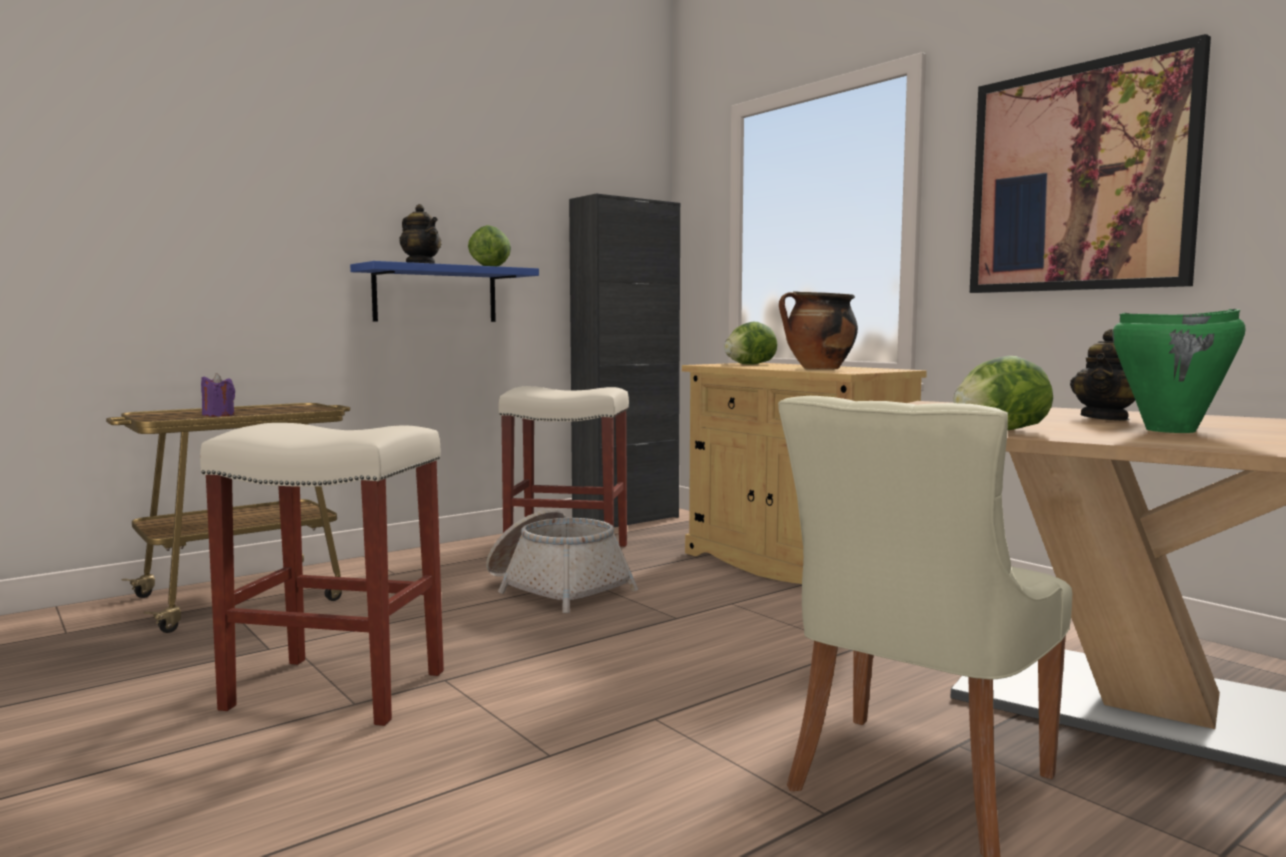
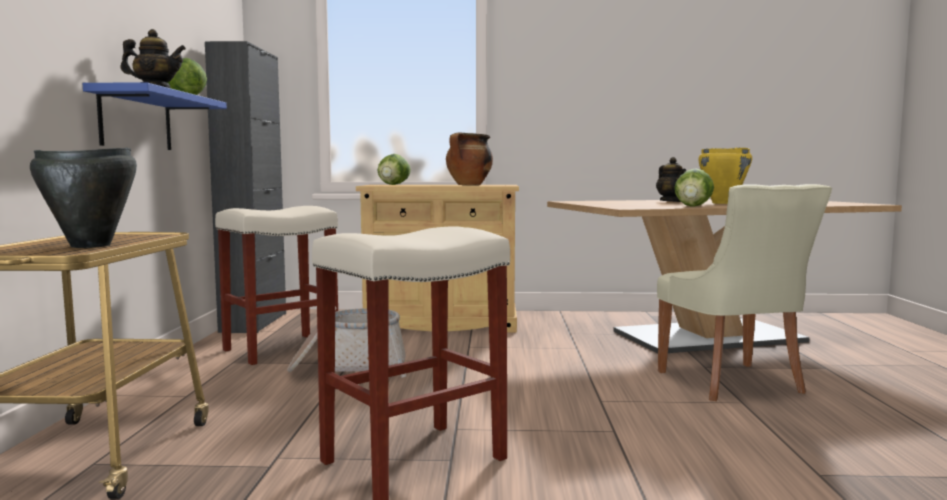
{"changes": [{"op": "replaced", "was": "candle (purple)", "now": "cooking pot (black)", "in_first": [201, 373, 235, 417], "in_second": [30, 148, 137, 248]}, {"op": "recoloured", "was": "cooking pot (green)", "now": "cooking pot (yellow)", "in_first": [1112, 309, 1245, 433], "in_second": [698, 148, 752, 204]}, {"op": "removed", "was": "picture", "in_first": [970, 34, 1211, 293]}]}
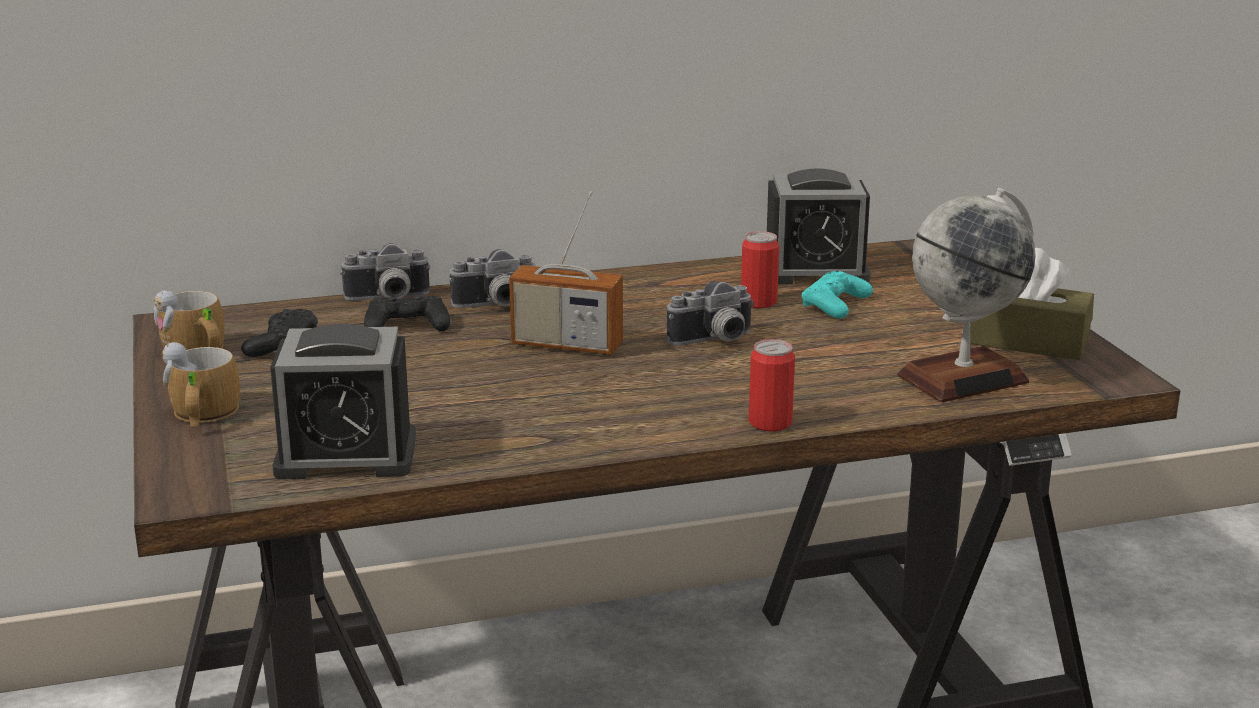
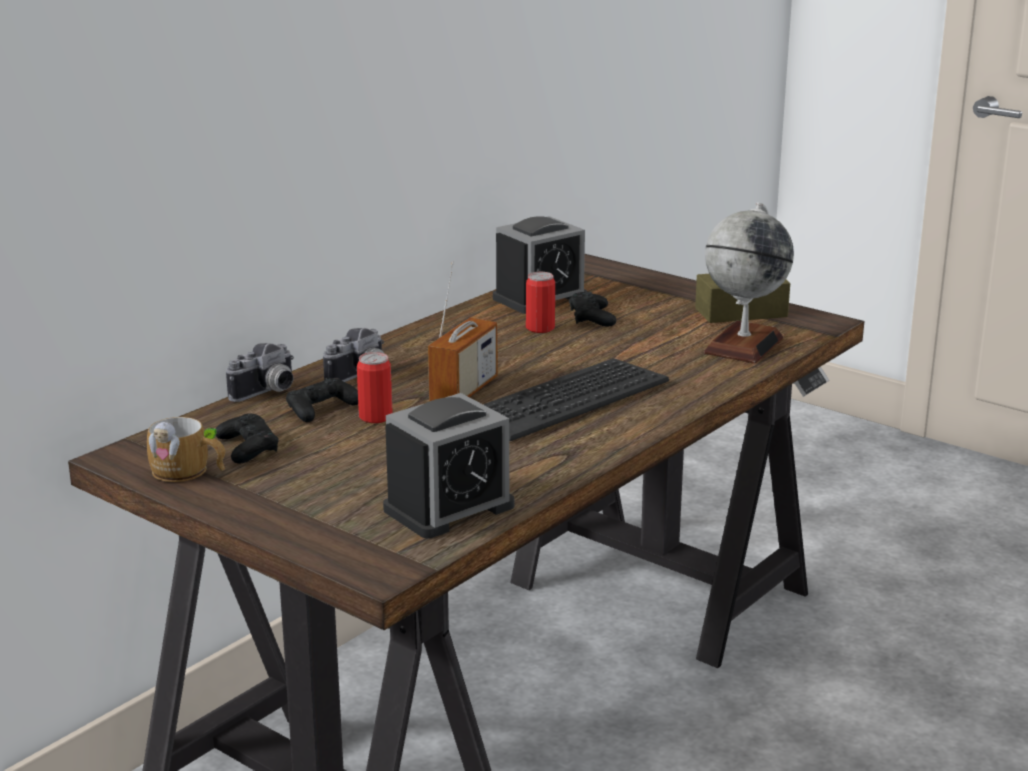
{"changes": [{"op": "moved", "was": "can", "in_first": [749, 339, 795, 432], "in_second": [357, 352, 393, 423]}, {"op": "turned", "was": "radio", "in_first": [509, 191, 623, 355], "in_second": [428, 261, 498, 401], "clockwise": -45}, {"op": "added", "now": "keyboard", "in_second": [483, 358, 669, 441]}, {"op": "recoloured", "was": "game controller (turquoise)", "now": "game controller (black)", "in_first": [802, 271, 873, 319], "in_second": [569, 292, 616, 327]}, {"op": "removed", "was": "mug", "in_first": [162, 342, 240, 427]}, {"op": "removed", "was": "photo camera", "in_first": [667, 281, 755, 346]}]}
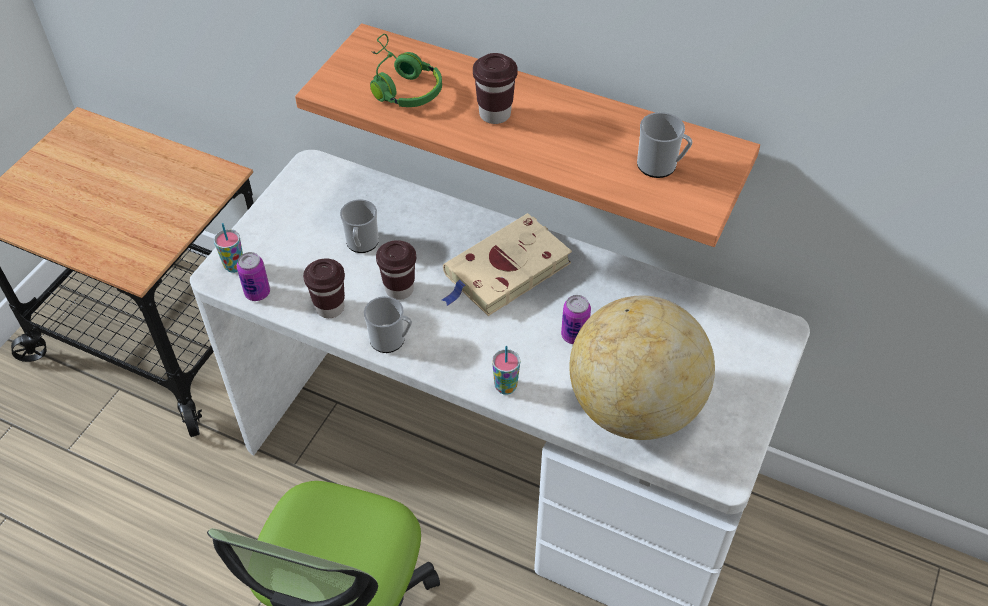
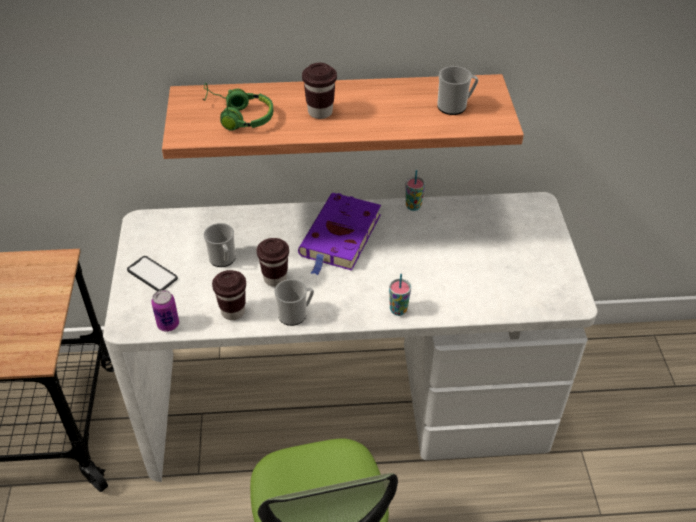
{"changes": [{"op": "added", "now": "phone", "in_second": [127, 256, 178, 291]}, {"op": "recoloured", "was": "book (beige)", "now": "book (purple)", "in_first": [442, 213, 572, 316], "in_second": [298, 193, 381, 276]}, {"op": "moved", "was": "cup", "in_first": [214, 223, 243, 273], "in_second": [406, 170, 425, 211]}, {"op": "removed", "was": "can", "in_first": [561, 295, 591, 344]}, {"op": "removed", "was": "globe", "in_first": [569, 295, 715, 440]}]}
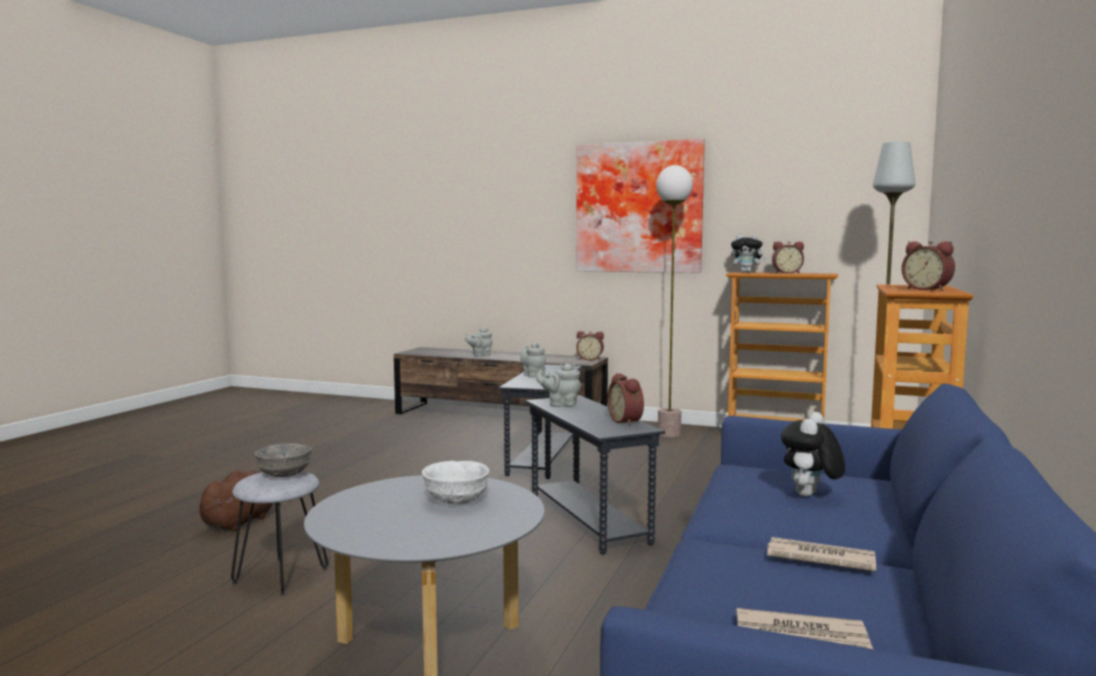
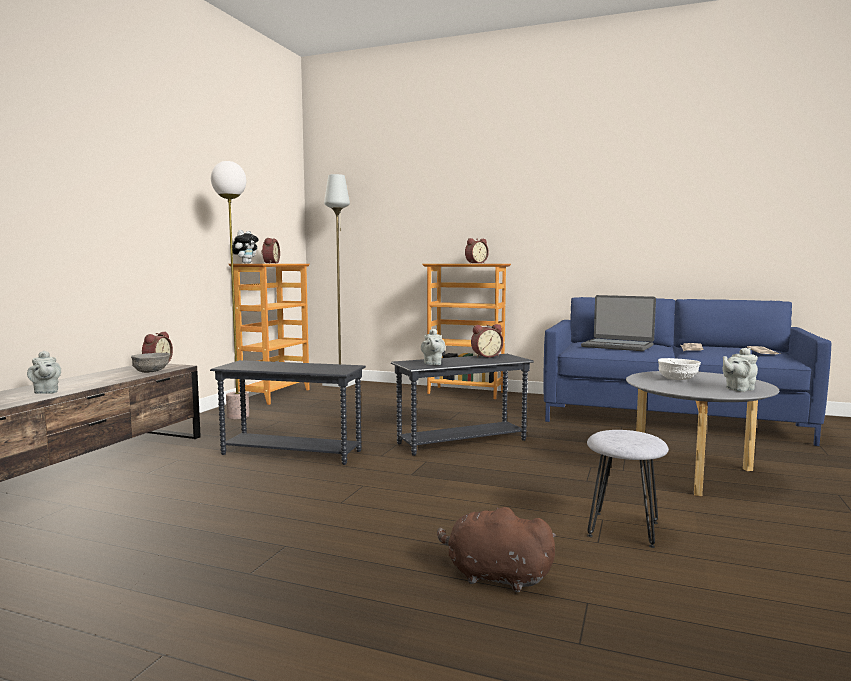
{"changes": [{"op": "moved", "was": "bowl (grey)", "in_first": [254, 443, 312, 477], "in_second": [131, 353, 170, 373]}, {"op": "replaced", "was": "plush toy", "now": "laptop", "in_first": [781, 412, 845, 497], "in_second": [581, 295, 656, 351]}, {"op": "moved", "was": "teapot (grey)", "in_first": [520, 342, 546, 378], "in_second": [723, 348, 758, 392]}, {"op": "removed", "was": "picture", "in_first": [576, 139, 705, 273]}]}
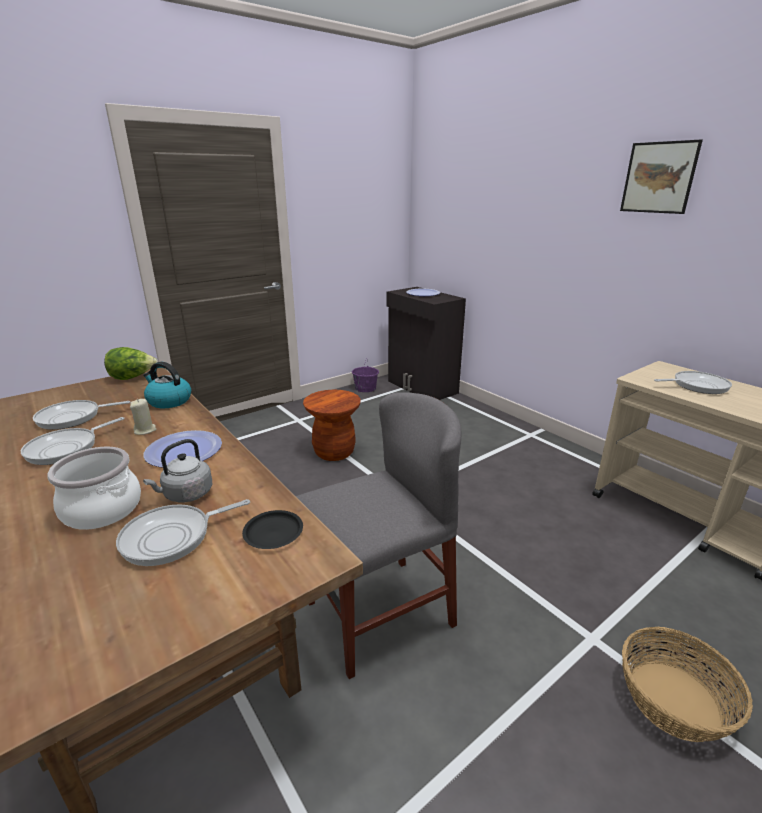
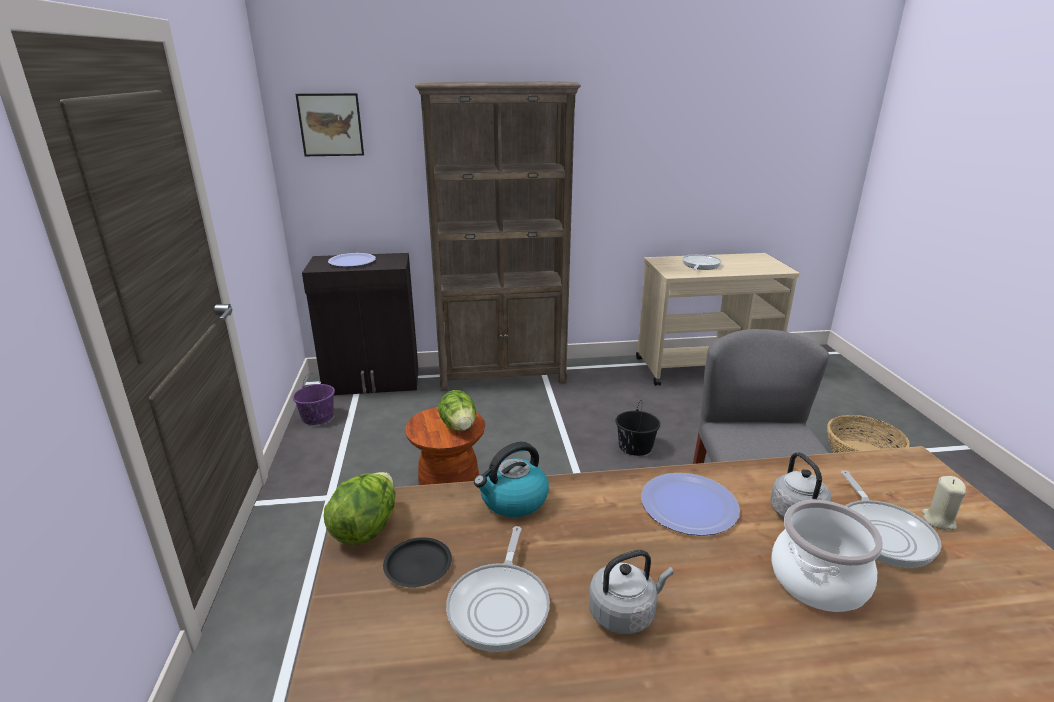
{"changes": [{"op": "moved", "was": "picture", "in_first": [620, 140, 703, 214], "in_second": [295, 93, 364, 156]}, {"op": "moved", "was": "plate (black)", "in_first": [242, 510, 303, 549], "in_second": [383, 537, 452, 587]}, {"op": "added", "now": "bookcase (brown)", "in_second": [415, 81, 581, 391]}, {"op": "added", "now": "lettuce", "in_second": [438, 390, 476, 431]}, {"op": "replaced", "was": "frying pan", "now": "kettle (grey)", "in_first": [21, 417, 124, 465], "in_second": [589, 550, 674, 634]}, {"op": "added", "now": "bucket (black)", "in_second": [616, 400, 660, 456]}, {"op": "moved", "was": "candle (beige)", "in_first": [130, 399, 157, 435], "in_second": [922, 476, 966, 530]}]}
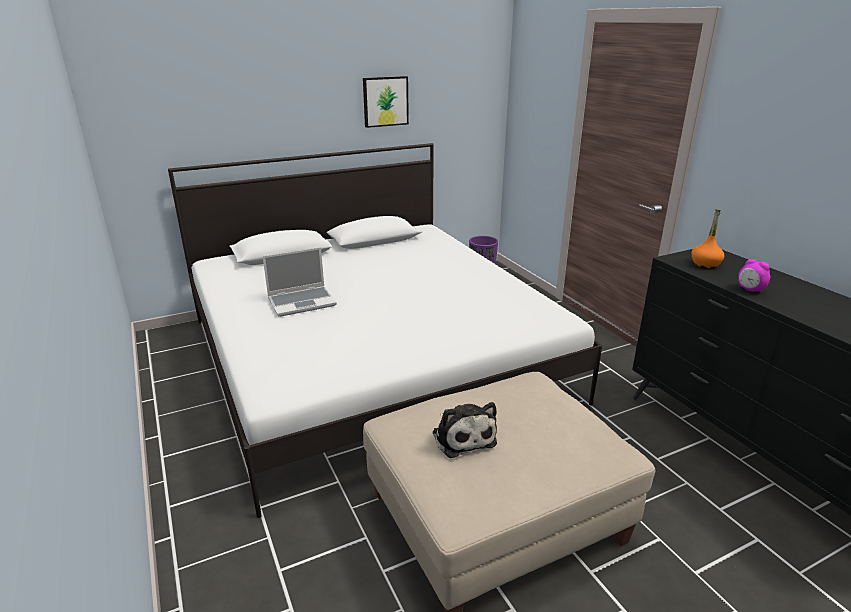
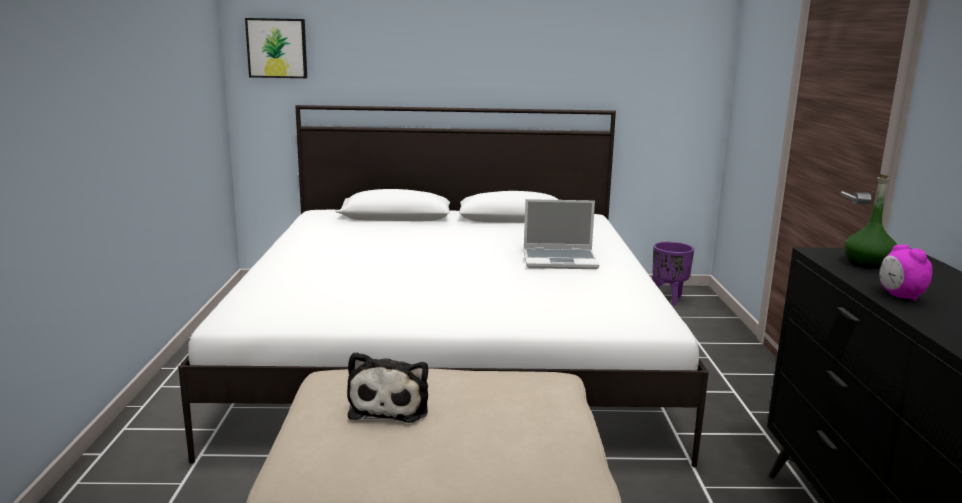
{"changes": [{"op": "moved", "was": "picture", "in_first": [363, 76, 409, 128], "in_second": [245, 18, 307, 78]}, {"op": "moved", "was": "laptop", "in_first": [263, 247, 337, 317], "in_second": [524, 199, 599, 269]}, {"op": "recoloured", "was": "bottle (orange)", "now": "bottle (green)", "in_first": [692, 209, 724, 269], "in_second": [845, 174, 897, 269]}]}
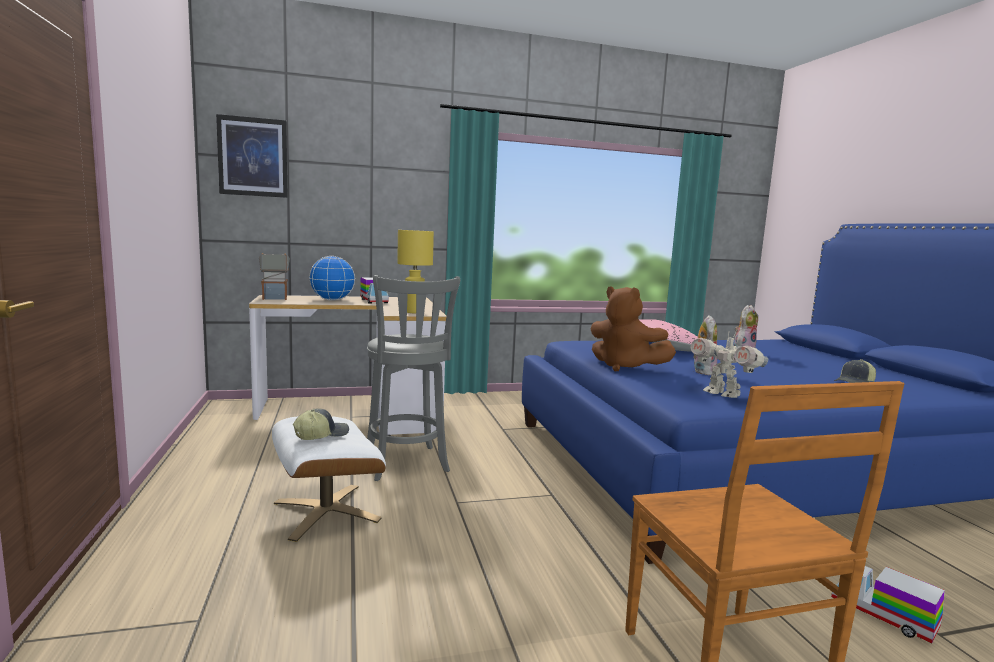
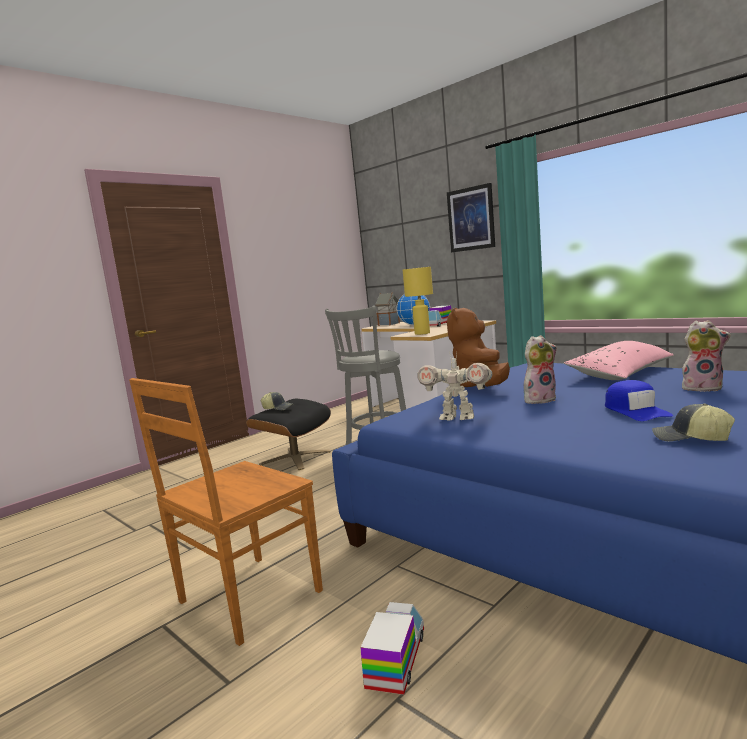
{"changes": [{"op": "recoloured", "was": "ottoman (white)", "now": "ottoman (black)", "in_first": [272, 416, 386, 542], "in_second": [246, 399, 331, 470]}, {"op": "turned", "was": "toy robot", "in_first": [690, 332, 768, 398], "in_second": [417, 351, 492, 421], "clockwise": -90}, {"op": "moved", "was": "picture", "in_first": [216, 114, 288, 198], "in_second": [447, 183, 495, 252]}, {"op": "added", "now": "cap (blue)", "in_second": [605, 380, 674, 421]}]}
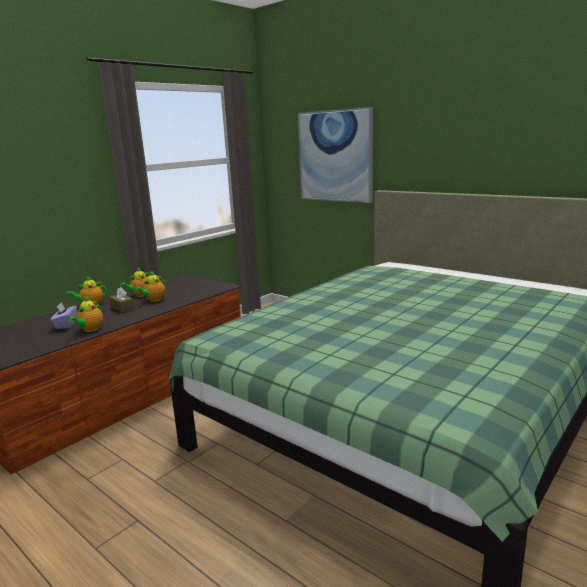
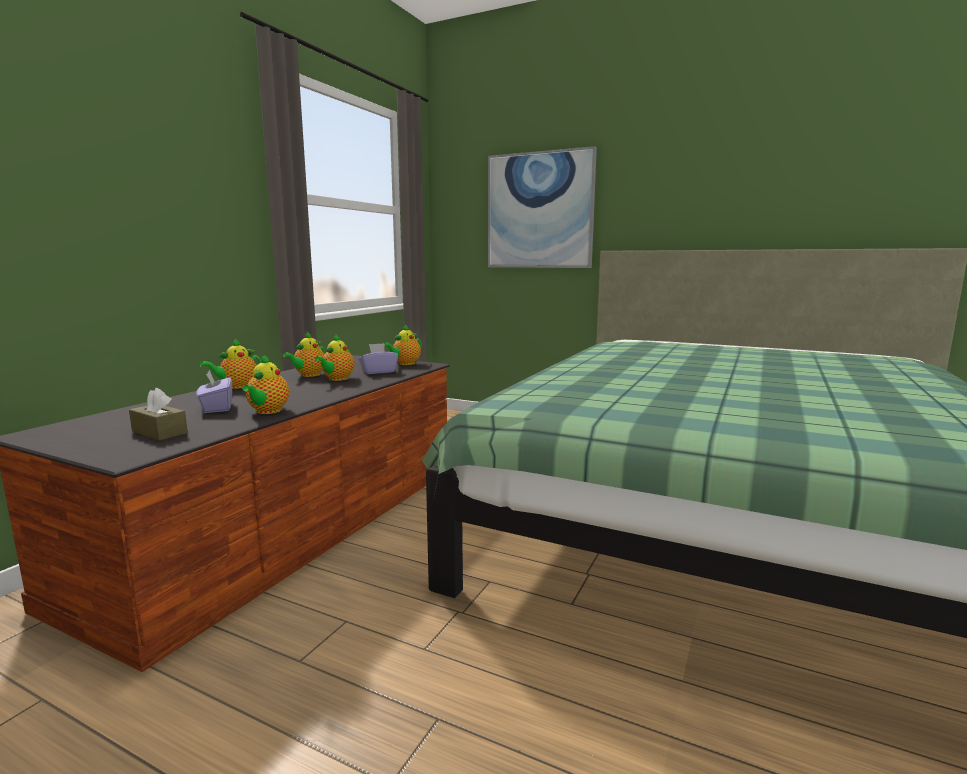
{"changes": [{"op": "moved", "was": "tissue box (brown)", "in_first": [110, 287, 134, 312], "in_second": [129, 388, 188, 441]}, {"op": "added", "now": "tissue box (purple)", "in_second": [358, 343, 398, 374]}, {"op": "added", "now": "teapot", "in_second": [385, 324, 422, 365]}]}
